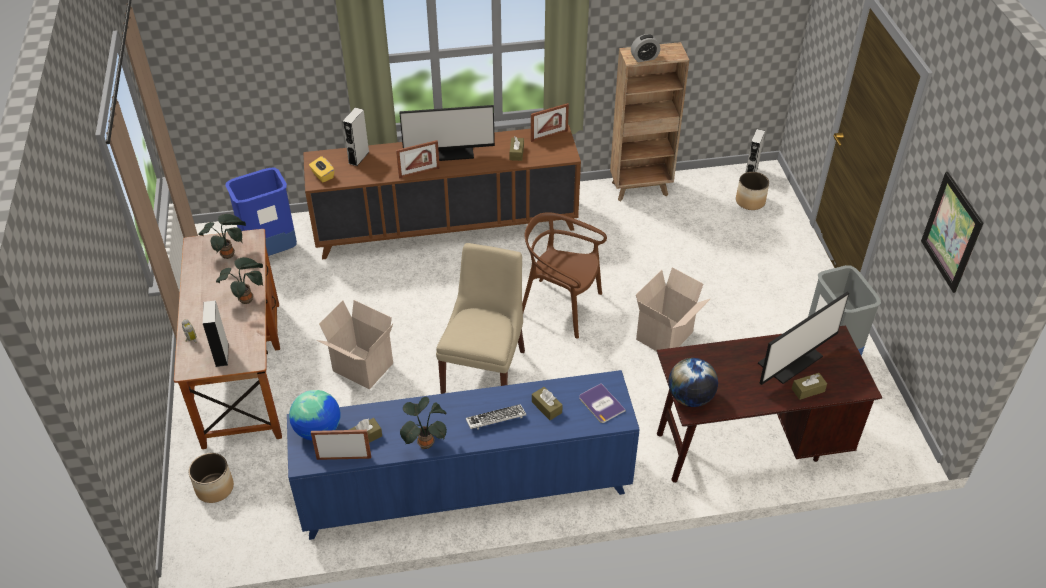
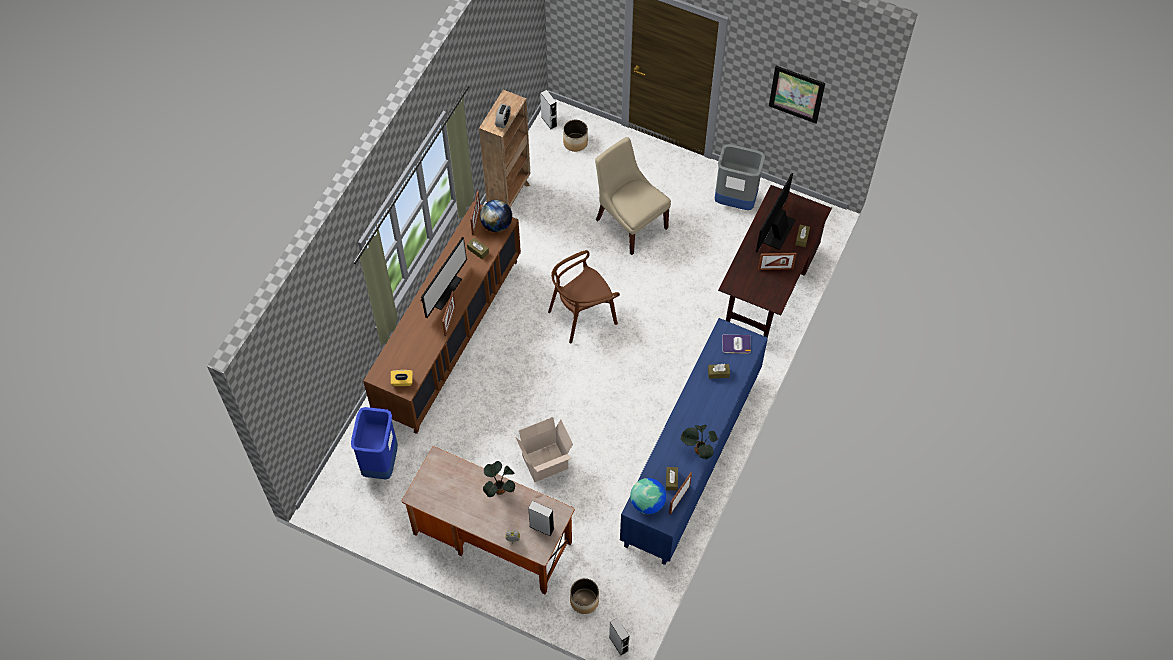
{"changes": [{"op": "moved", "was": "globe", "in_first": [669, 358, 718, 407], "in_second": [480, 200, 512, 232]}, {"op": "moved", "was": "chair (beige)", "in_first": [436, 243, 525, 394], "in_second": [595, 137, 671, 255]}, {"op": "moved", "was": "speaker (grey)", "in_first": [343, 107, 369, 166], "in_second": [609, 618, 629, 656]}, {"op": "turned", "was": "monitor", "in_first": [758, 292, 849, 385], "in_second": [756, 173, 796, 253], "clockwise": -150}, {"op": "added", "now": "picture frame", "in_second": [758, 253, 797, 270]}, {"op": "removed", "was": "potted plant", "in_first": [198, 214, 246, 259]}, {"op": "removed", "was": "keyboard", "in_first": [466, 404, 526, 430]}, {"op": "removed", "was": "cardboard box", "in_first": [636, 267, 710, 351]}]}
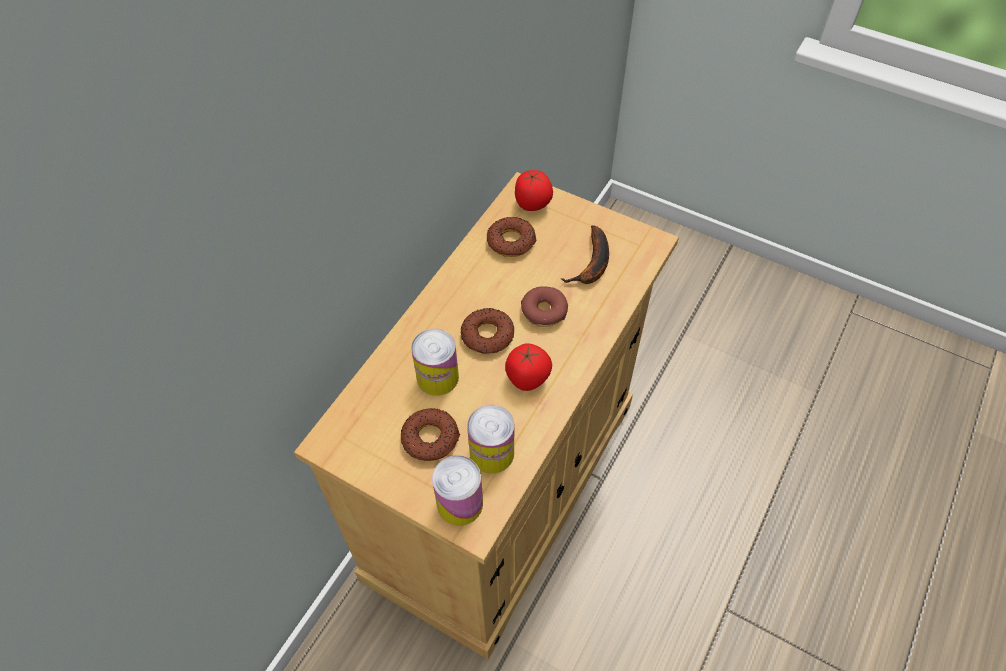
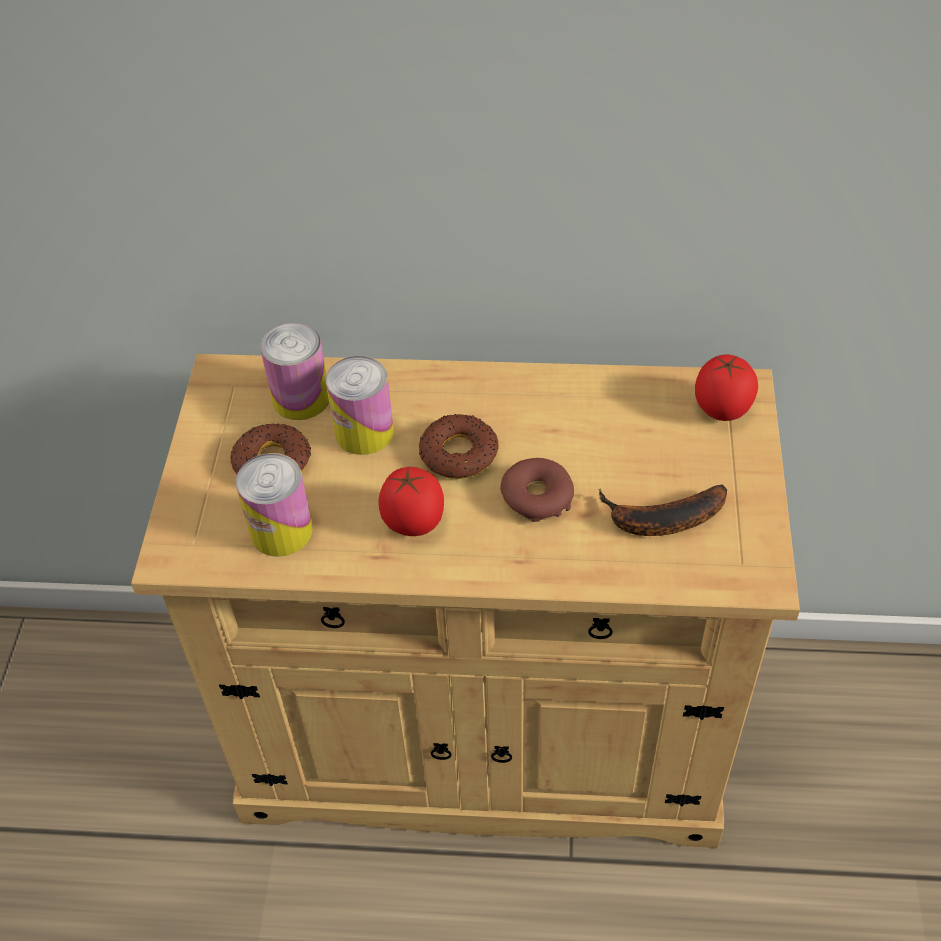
{"changes": [{"op": "moved", "was": "can", "in_first": [432, 455, 483, 526], "in_second": [260, 323, 329, 420]}, {"op": "removed", "was": "donut", "in_first": [487, 217, 537, 257]}]}
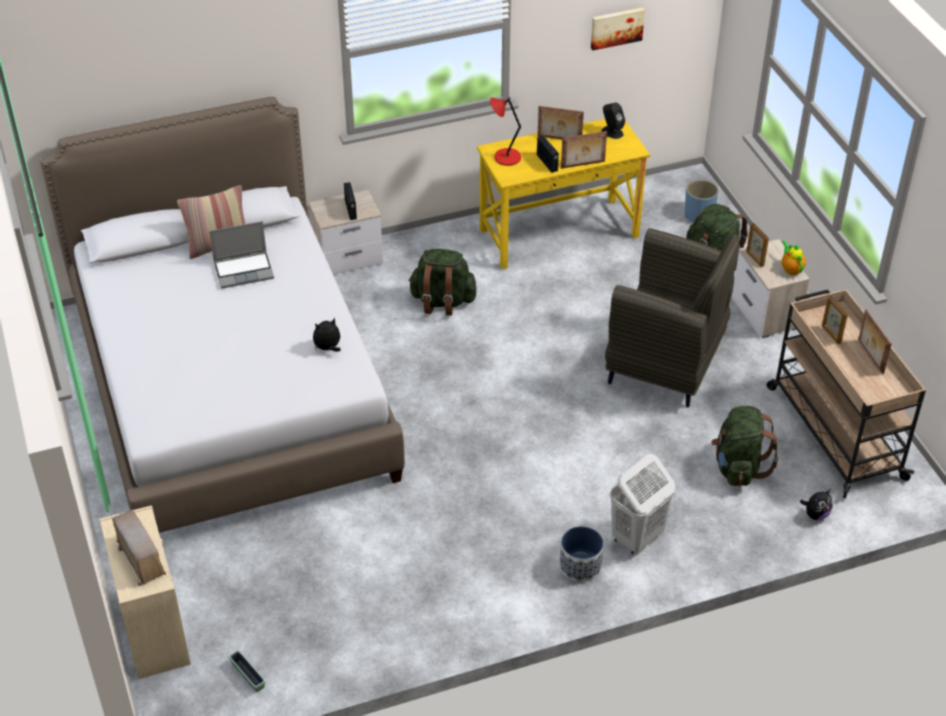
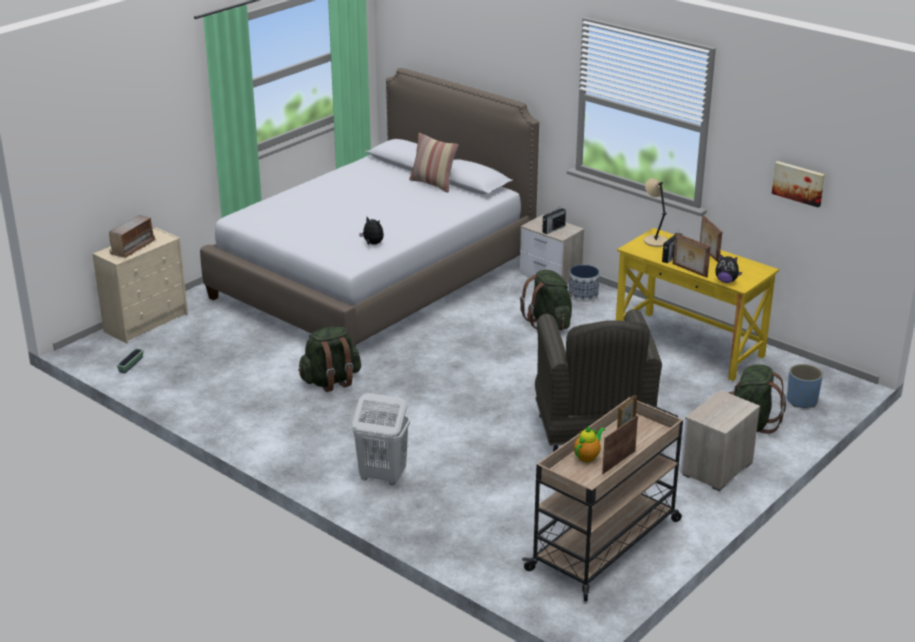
{"changes": [{"op": "moved", "was": "backpack (green)", "in_first": [711, 406, 779, 486], "in_second": [298, 326, 361, 392]}, {"op": "moved", "was": "planter", "in_first": [560, 526, 603, 582], "in_second": [569, 265, 600, 302]}, {"op": "moved", "was": "teapot", "in_first": [782, 241, 806, 275], "in_second": [574, 426, 605, 463]}, {"op": "recoloured", "was": "table lamp (red)", "now": "table lamp (beige)", "in_first": [490, 97, 521, 166], "in_second": [644, 178, 668, 247]}, {"op": "moved", "was": "plush toy", "in_first": [800, 489, 833, 520], "in_second": [715, 254, 742, 283]}, {"op": "removed", "was": "laptop", "in_first": [209, 221, 274, 288]}, {"op": "removed", "was": "speaker (black)", "in_first": [601, 103, 625, 139]}, {"op": "removed", "was": "picture frame", "in_first": [746, 223, 769, 267]}]}
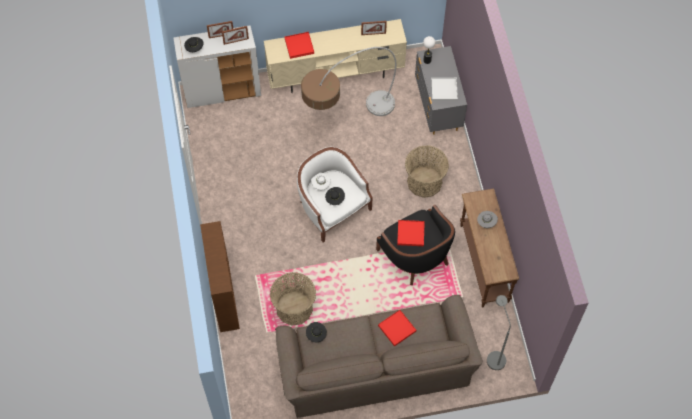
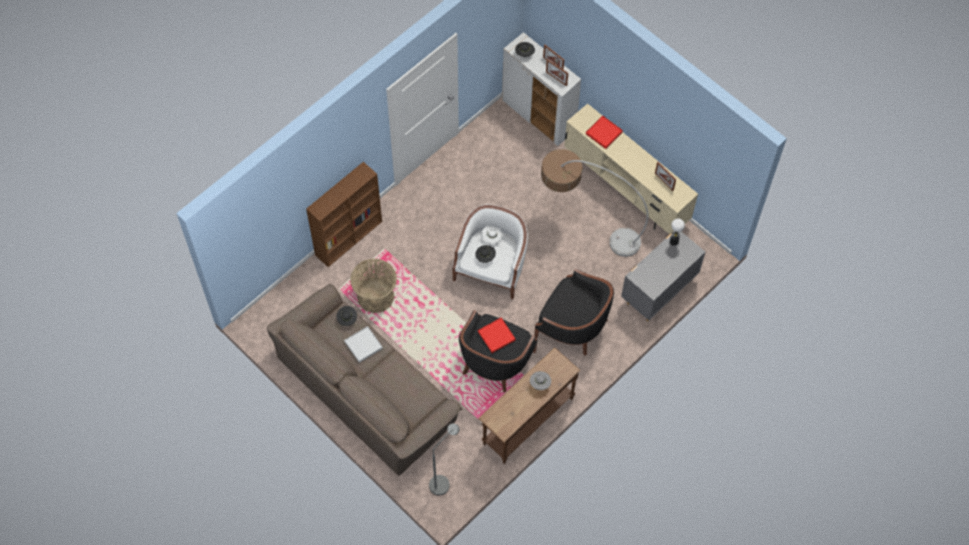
{"changes": [{"op": "moved", "was": "tray (white)", "in_first": [431, 78, 458, 101], "in_second": [344, 326, 383, 363]}, {"op": "replaced", "was": "basket", "now": "armchair (black)", "in_first": [405, 145, 449, 198], "in_second": [534, 268, 614, 356]}, {"op": "removed", "was": "tray (red)", "in_first": [378, 310, 416, 347]}]}
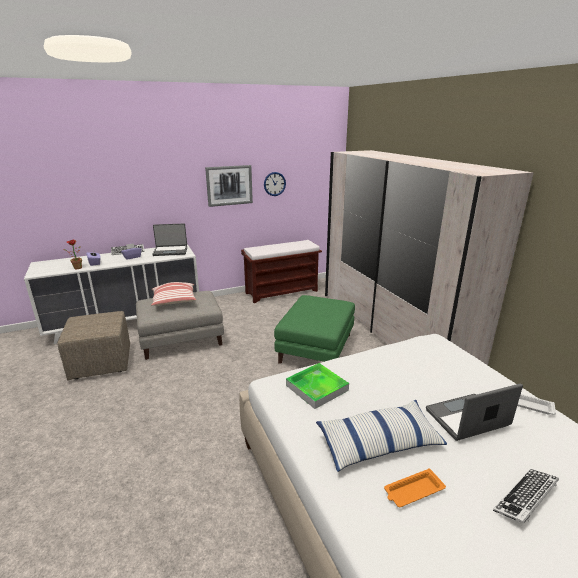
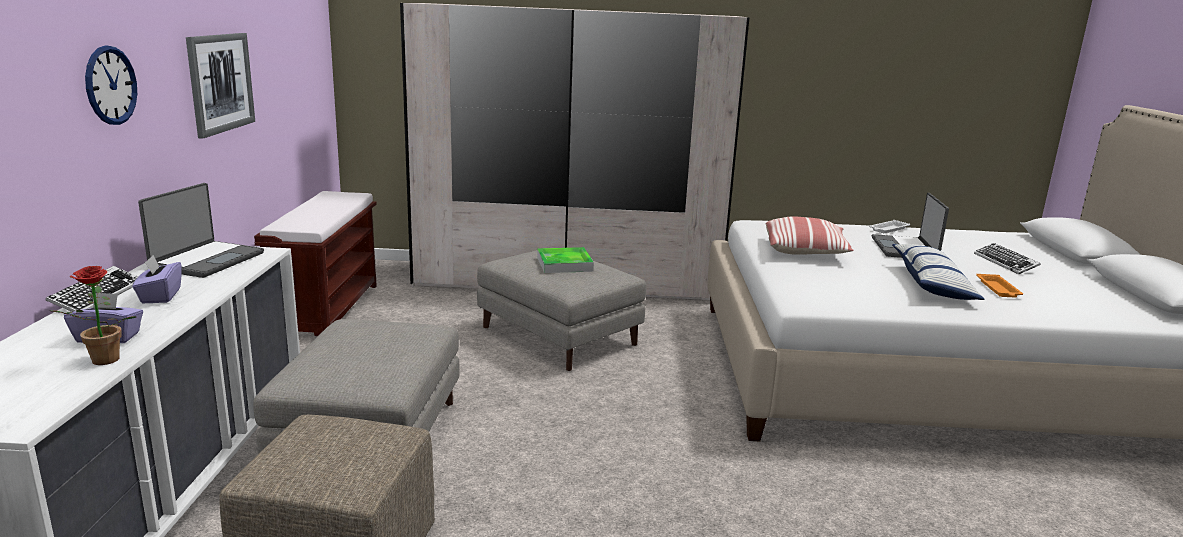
{"changes": [{"op": "moved", "was": "wall clock", "in_first": [264, 172, 286, 196], "in_second": [85, 46, 137, 125]}, {"op": "recoloured", "was": "ottoman (green)", "now": "ottoman (grey)", "in_first": [274, 295, 355, 364], "in_second": [477, 247, 646, 371]}, {"op": "moved", "was": "tray", "in_first": [286, 363, 349, 409], "in_second": [537, 247, 594, 273]}, {"op": "moved", "was": "pillow", "in_first": [152, 282, 196, 306], "in_second": [766, 216, 854, 255]}]}
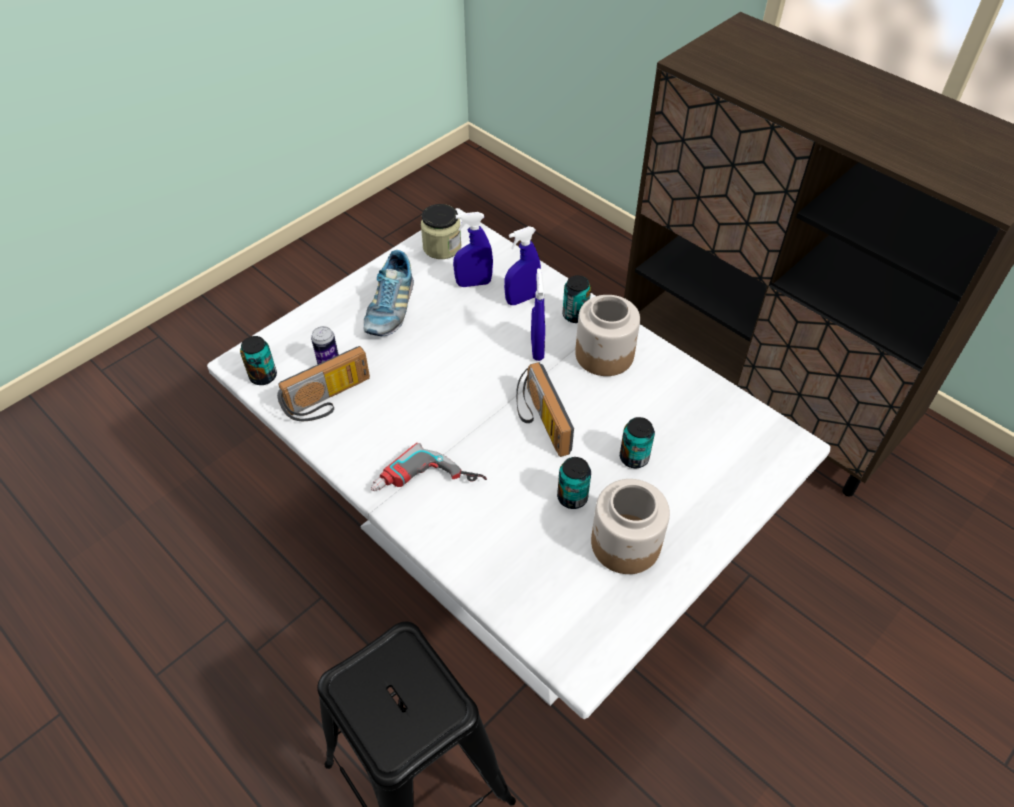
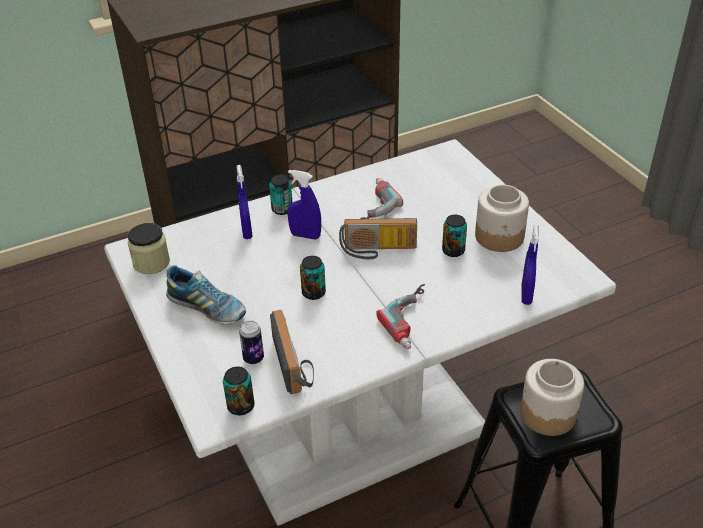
{"changes": [{"op": "moved", "was": "can", "in_first": [620, 417, 655, 468], "in_second": [300, 256, 326, 300]}, {"op": "added", "now": "power drill", "in_second": [360, 178, 403, 219]}, {"op": "moved", "was": "jar", "in_first": [575, 295, 640, 376], "in_second": [520, 359, 584, 436]}, {"op": "moved", "was": "spray bottle (blue)", "in_first": [453, 212, 493, 287], "in_second": [521, 225, 539, 305]}]}
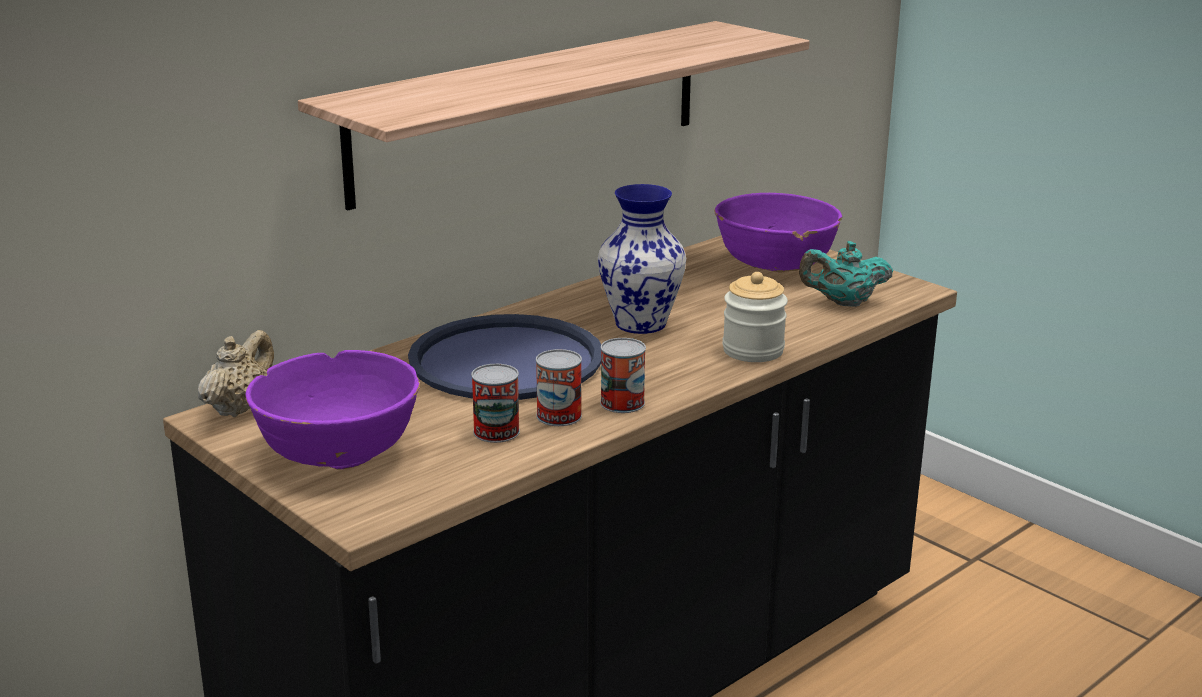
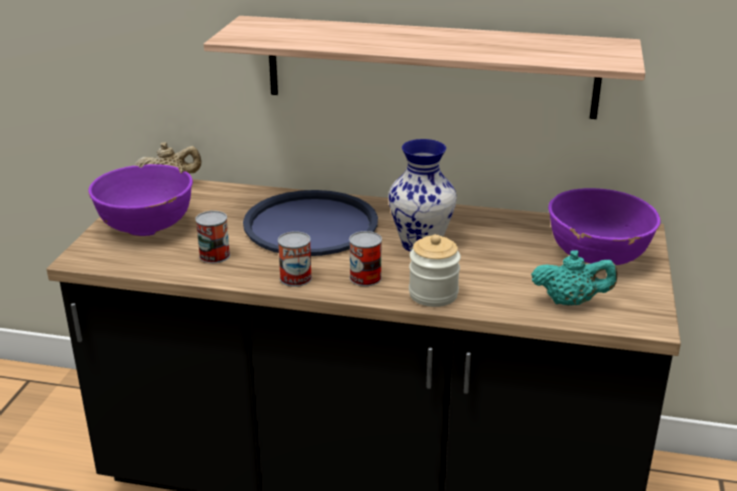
{"changes": [{"op": "moved", "was": "can", "in_first": [536, 349, 582, 426], "in_second": [349, 231, 382, 286]}, {"op": "turned", "was": "teapot (turquoise)", "in_first": [799, 241, 893, 307], "in_second": [531, 250, 617, 306], "clockwise": 135}]}
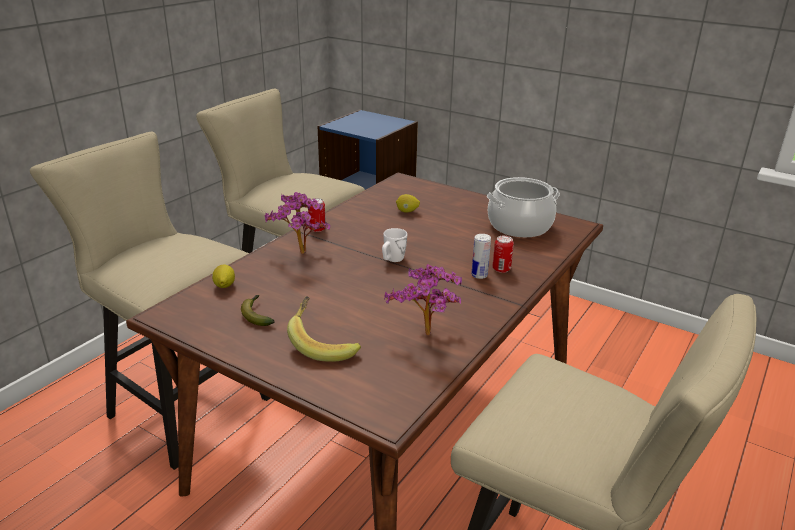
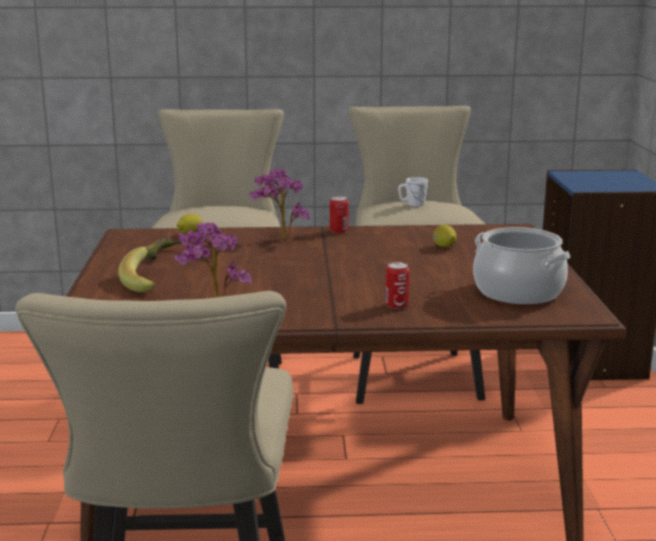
{"changes": [{"op": "moved", "was": "mug (white)", "in_first": [382, 228, 407, 262], "in_second": [398, 177, 428, 207]}, {"op": "removed", "was": "can", "in_first": [471, 234, 491, 279]}]}
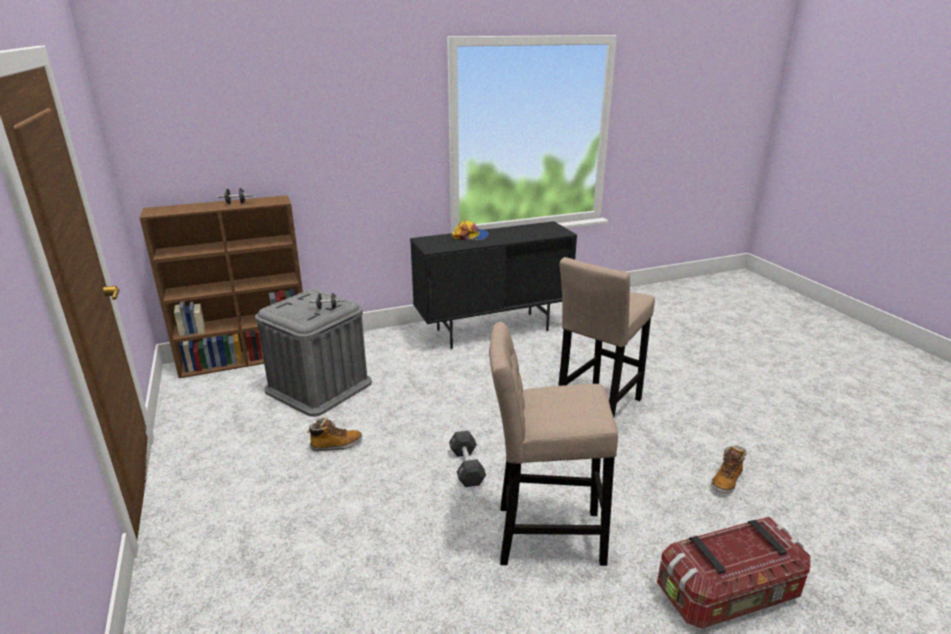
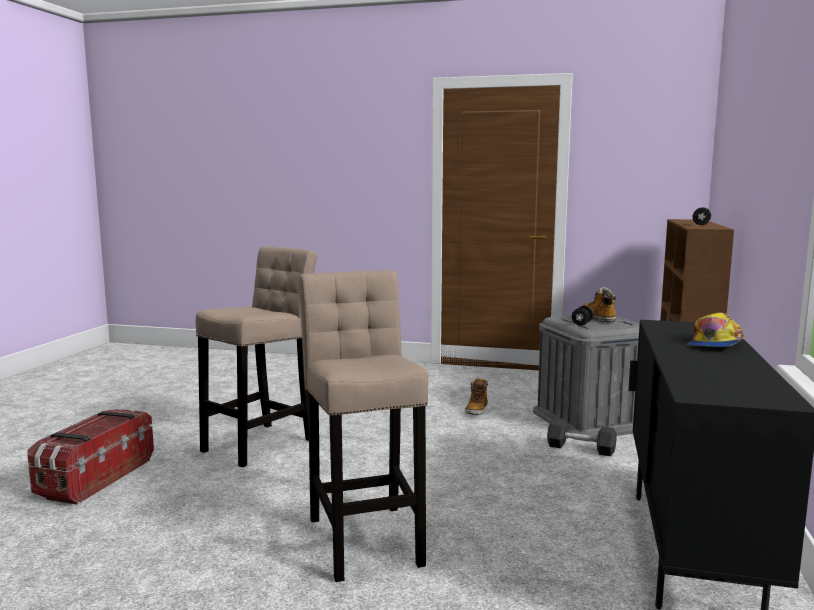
{"changes": [{"op": "moved", "was": "dumbbell (black)", "in_first": [449, 431, 486, 487], "in_second": [547, 419, 617, 456]}, {"op": "moved", "was": "boot", "in_first": [711, 446, 747, 494], "in_second": [583, 287, 616, 322]}]}
